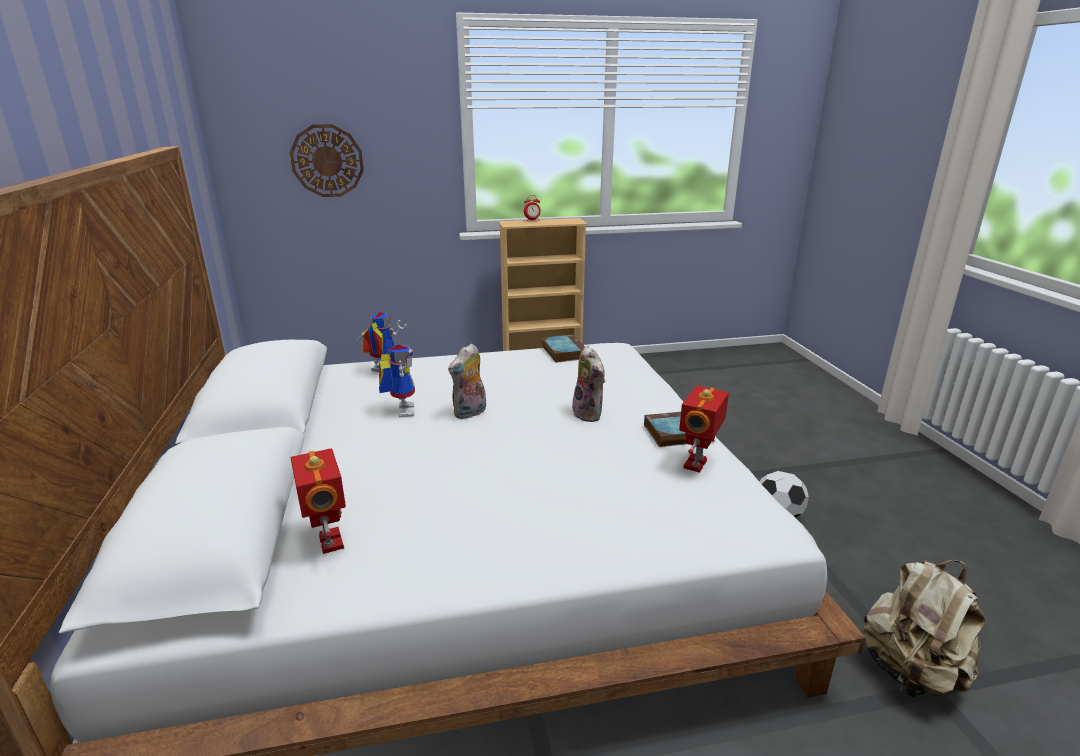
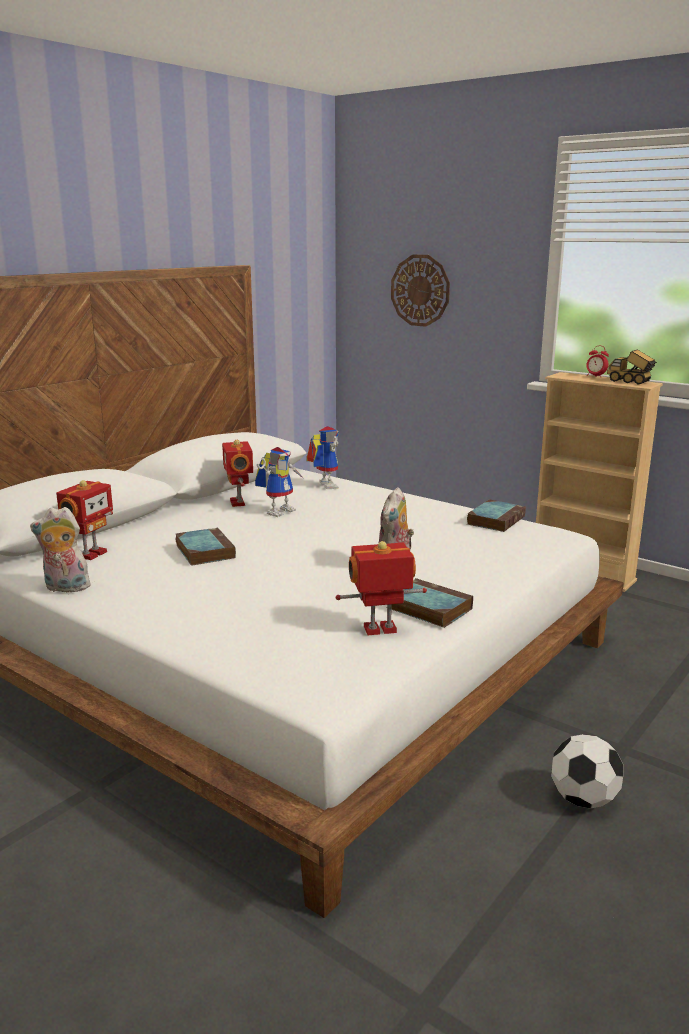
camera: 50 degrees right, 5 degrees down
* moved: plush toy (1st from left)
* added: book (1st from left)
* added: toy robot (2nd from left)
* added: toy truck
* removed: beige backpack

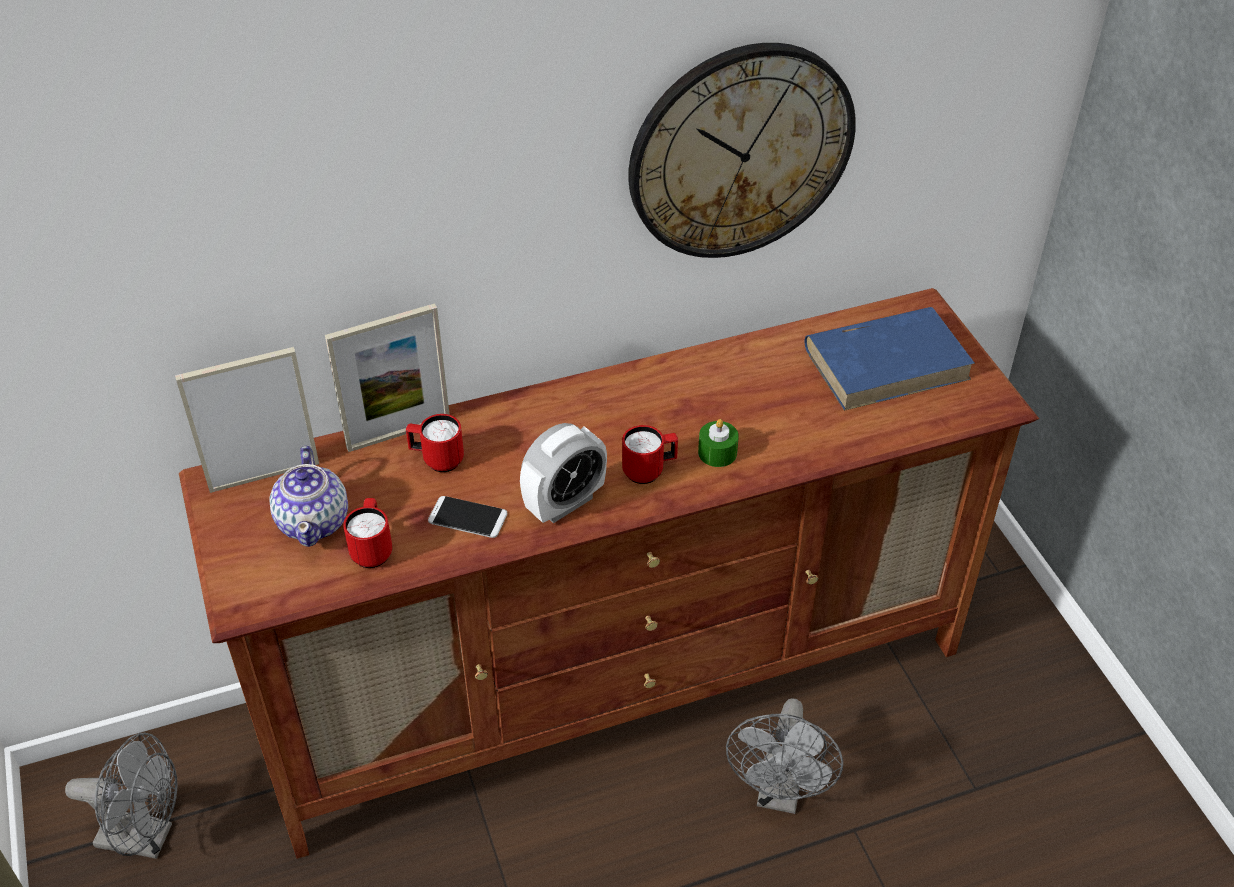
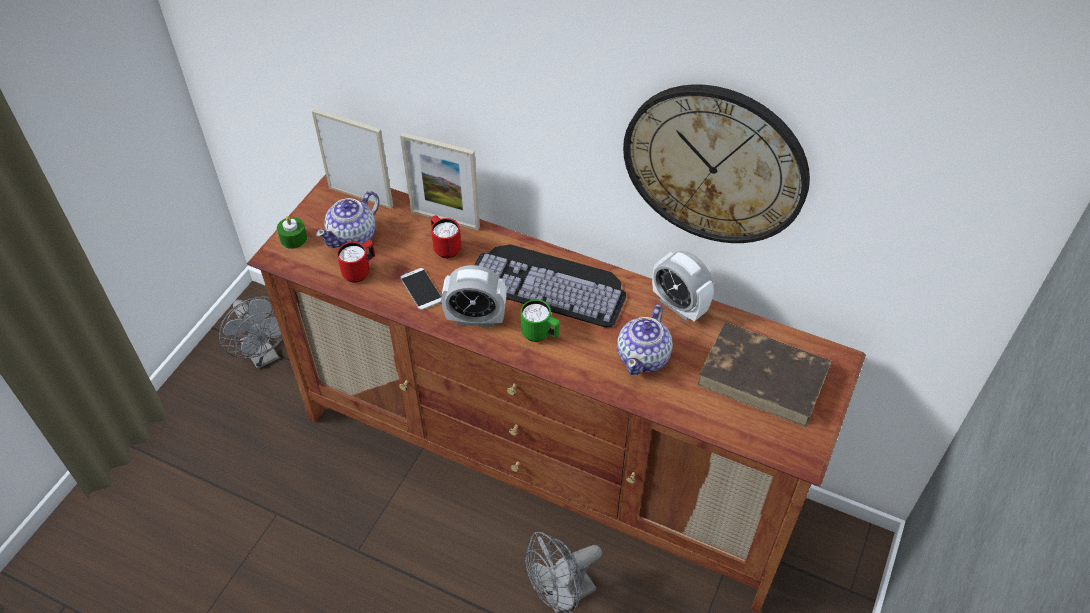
camera: 45 degrees right, 5 degrees up
* moved: green candle
* added: keyboard
* recoloured: red mug (3rd from left) to green mug
* added: teapot (2nd from left)
* added: alarm clock (2nd from left)
* recoloured: blue book to brown book

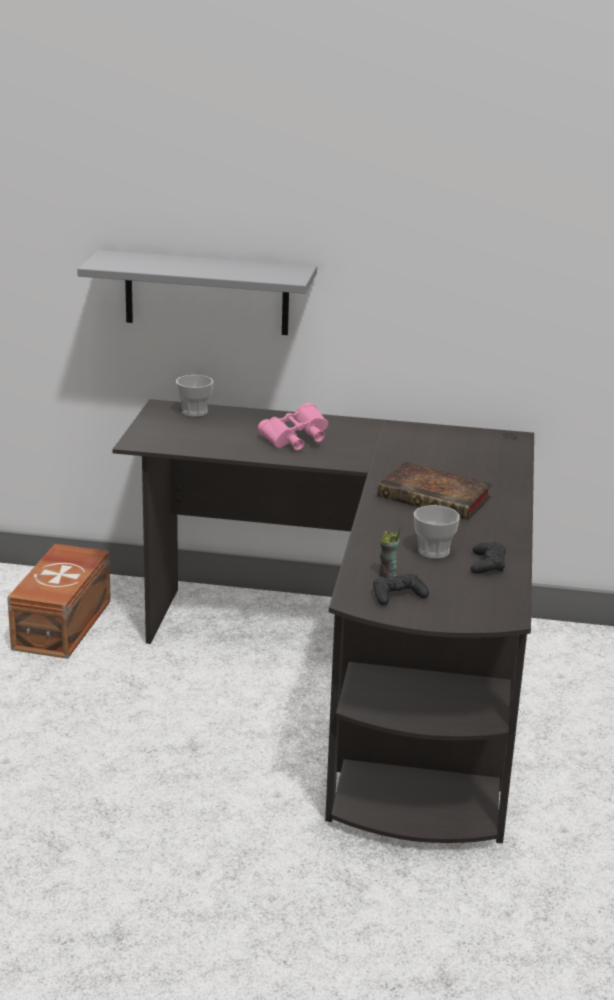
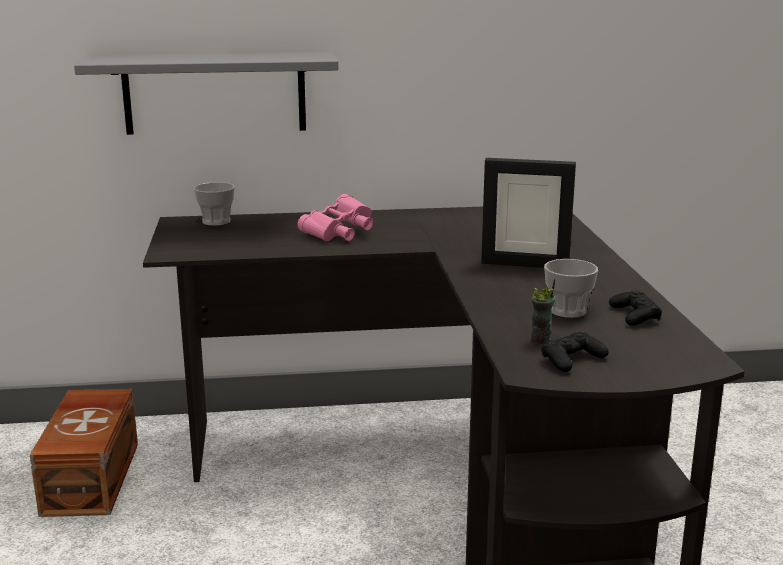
camera: 15 degrees left, 5 degrees down
* replaced: book to picture frame

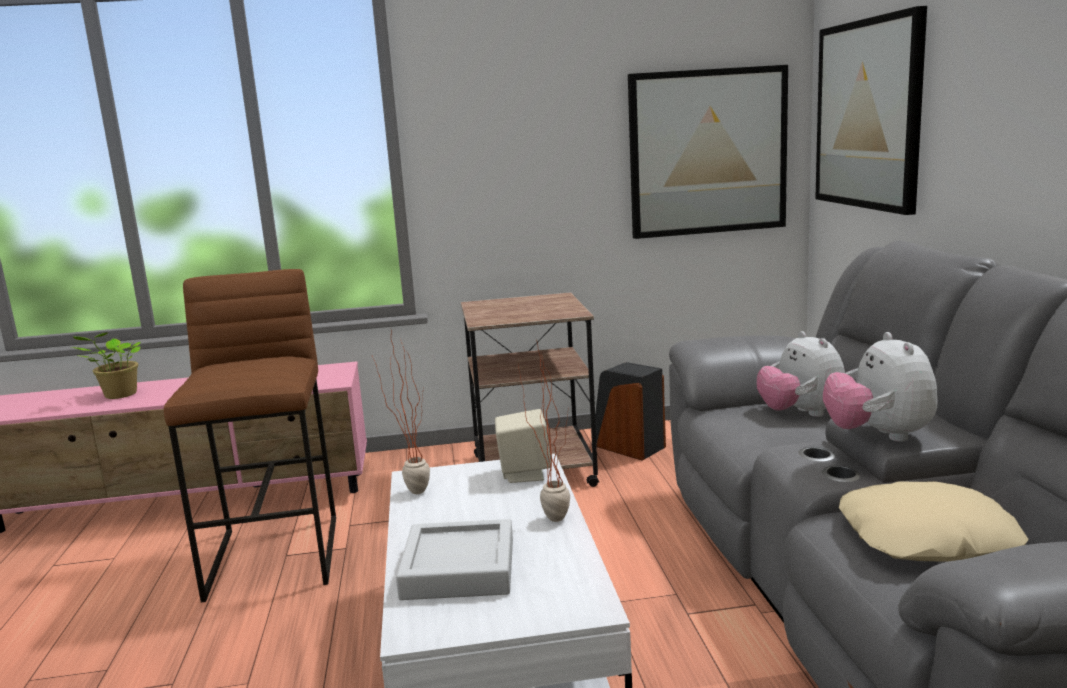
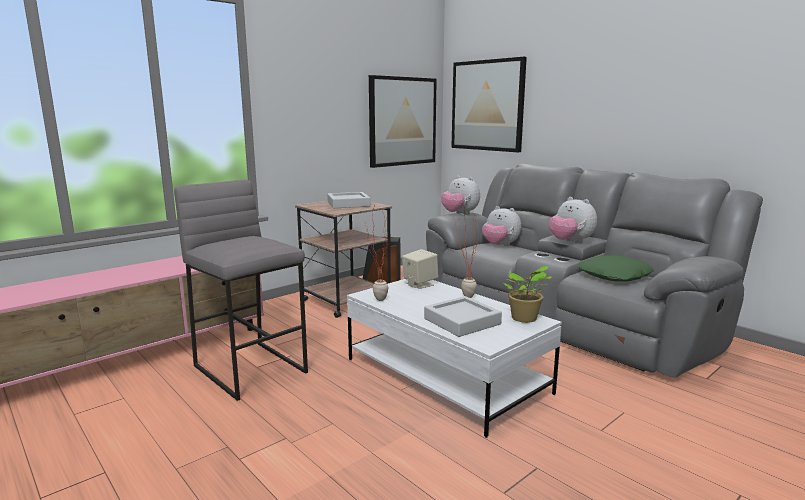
camera: 35 degrees left, 0 degrees up
* recoloured: brown stool to grey stool
* added: grey tray (1st from left)
* added: plush toy (1st from left)
* moved: potted plant (1st from left in the first image) to potted plant (3rd from left)
* recoloured: beige pillow to green pillow

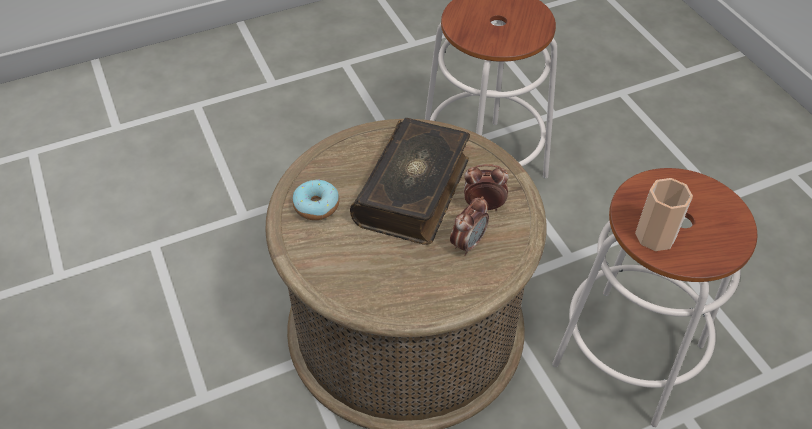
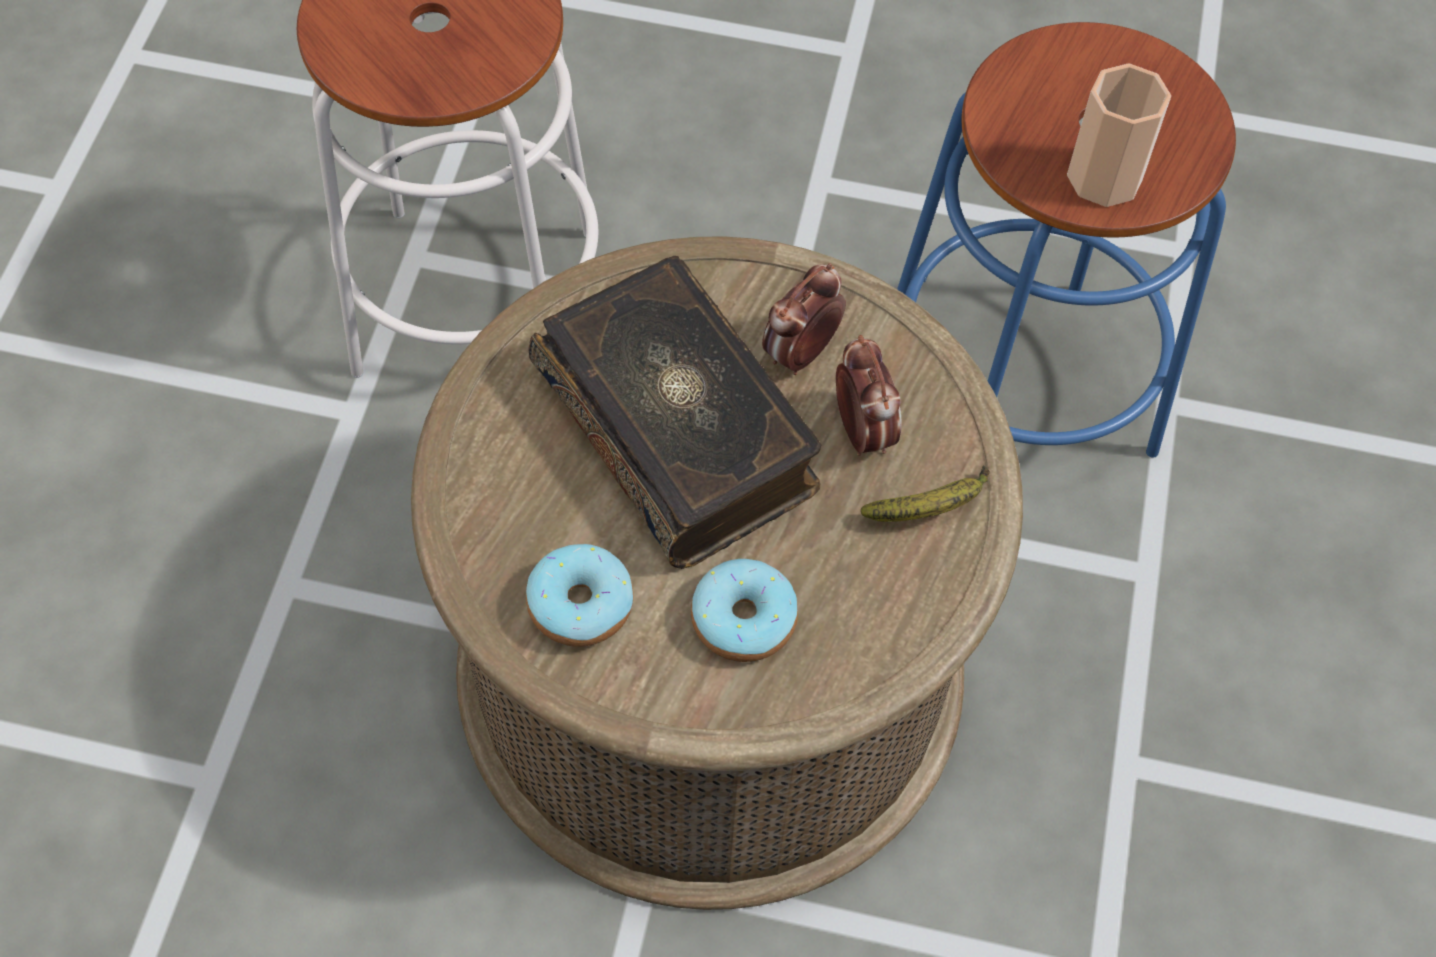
camera: 55 degrees left, 10 degrees up
* added: donut (2nd from left)
* added: banana
* recoloured: white stool (2nd from left) to blue stool

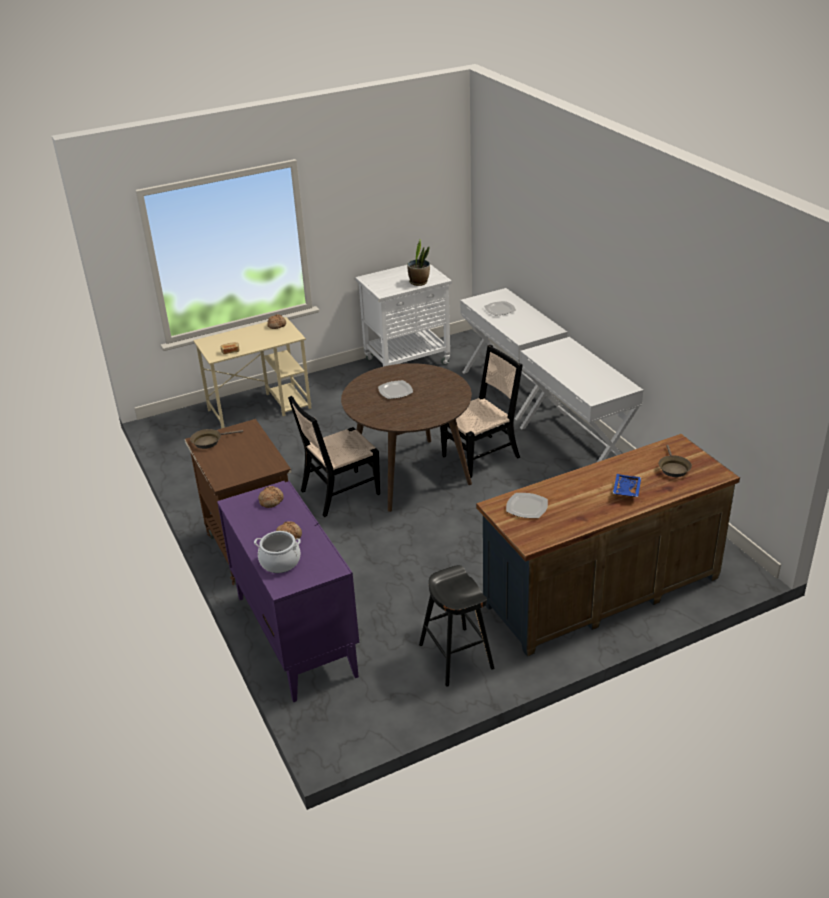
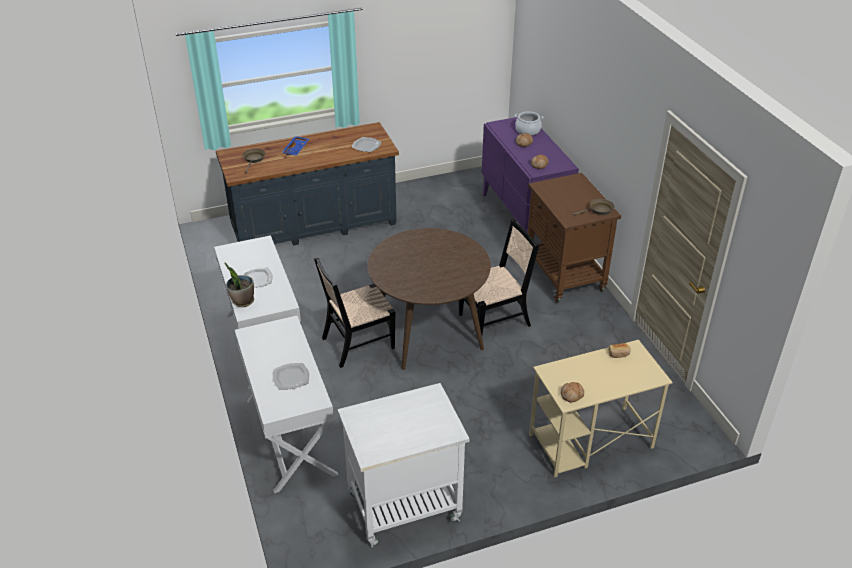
camera: 175 degrees left, 5 degrees up
* moved: potted plant
* moved: plate (1st from left)
* removed: black stool

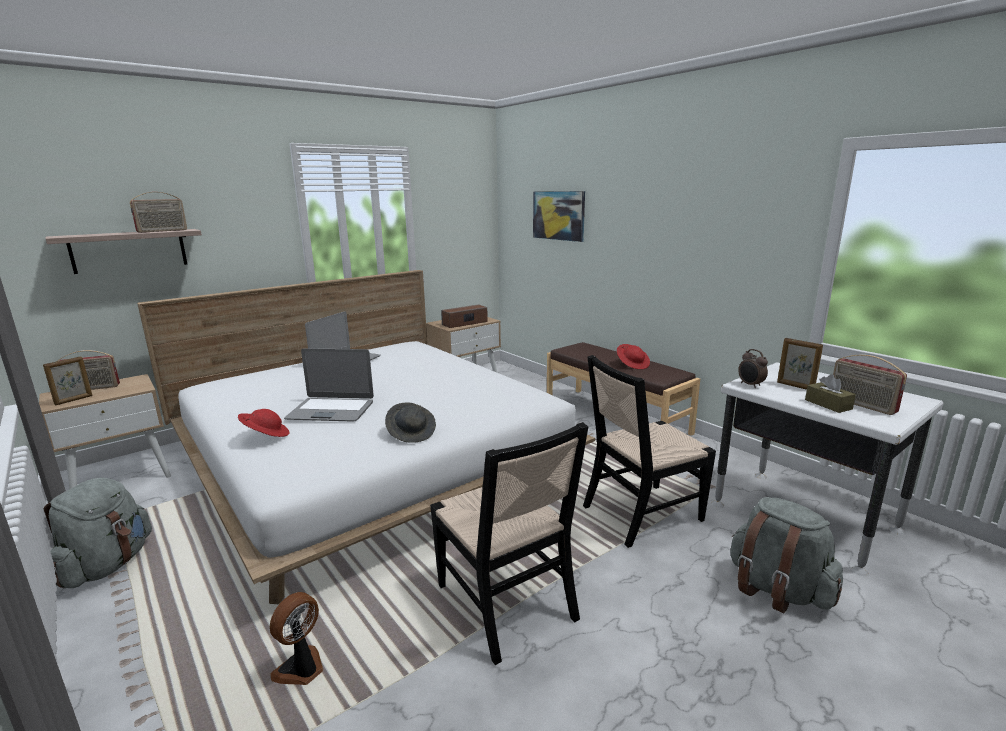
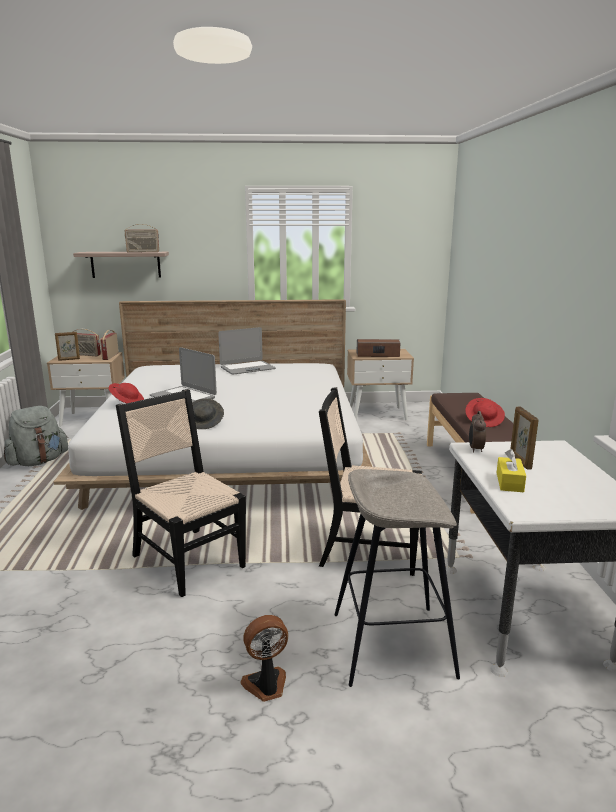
camera: 35 degrees right, 0 degrees up
* moved: radio (3rd from left in the first image) to radio (2nd from left)
* turned: chair (1st from left) 135 degrees clockwise
* moved: fan
* replaced: grey backpack (2nd from left) to grey stool
* recoloured: brown tissue box to yellow tissue box
* removed: picture

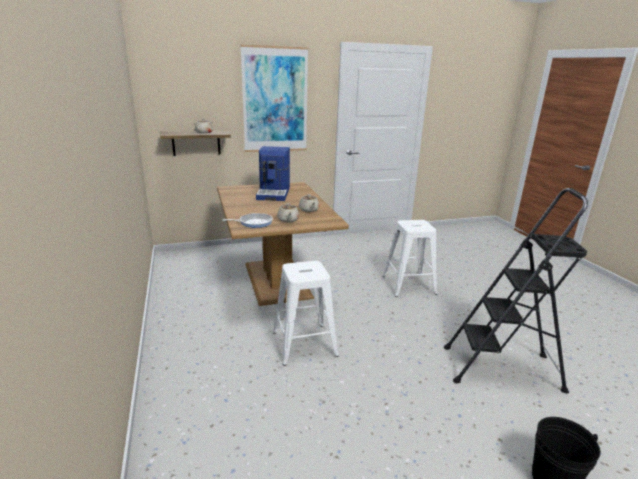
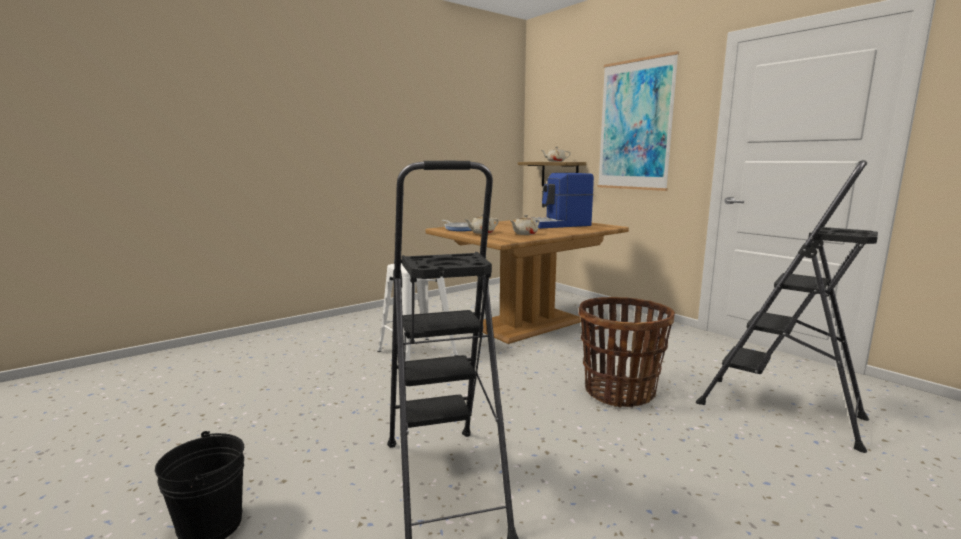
camera: 70 degrees right, 10 degrees down
* replaced: white stool (2nd from left) to basket
* added: step ladder (2nd from left)

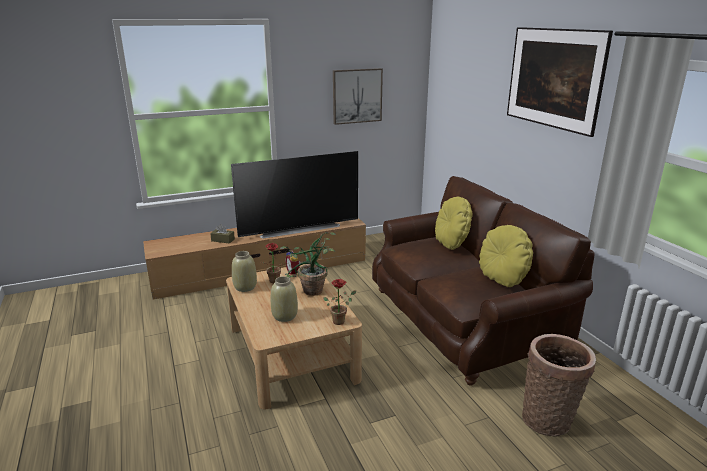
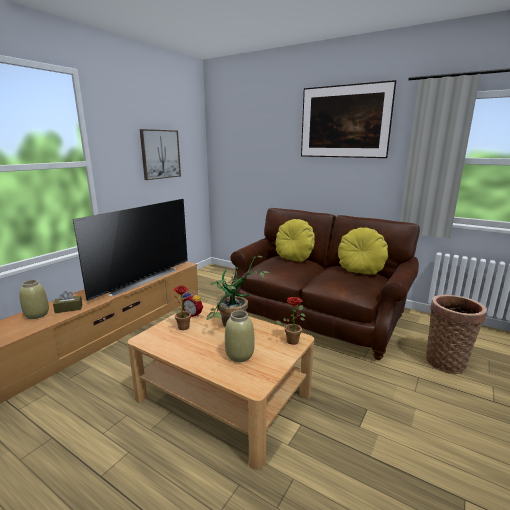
camera: 35 degrees left, 5 degrees down
* moved: beige vase (1st from left)

